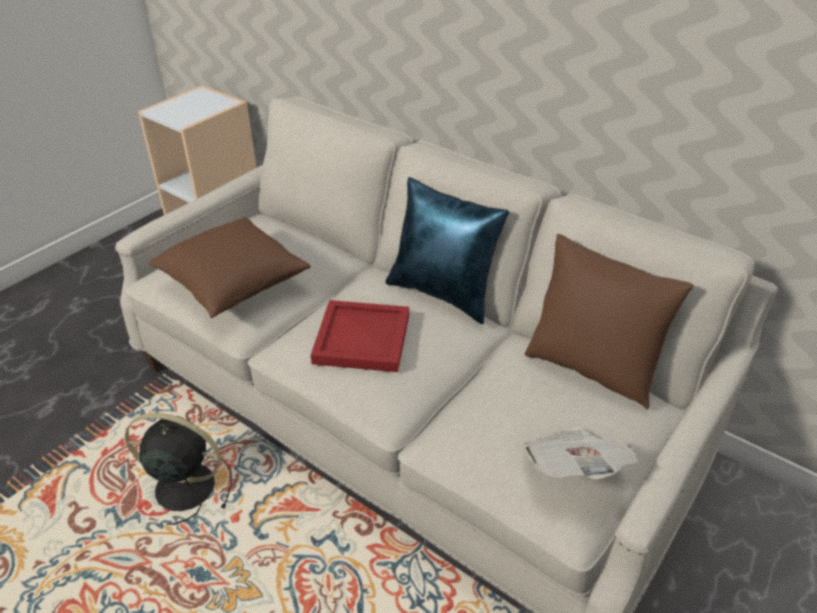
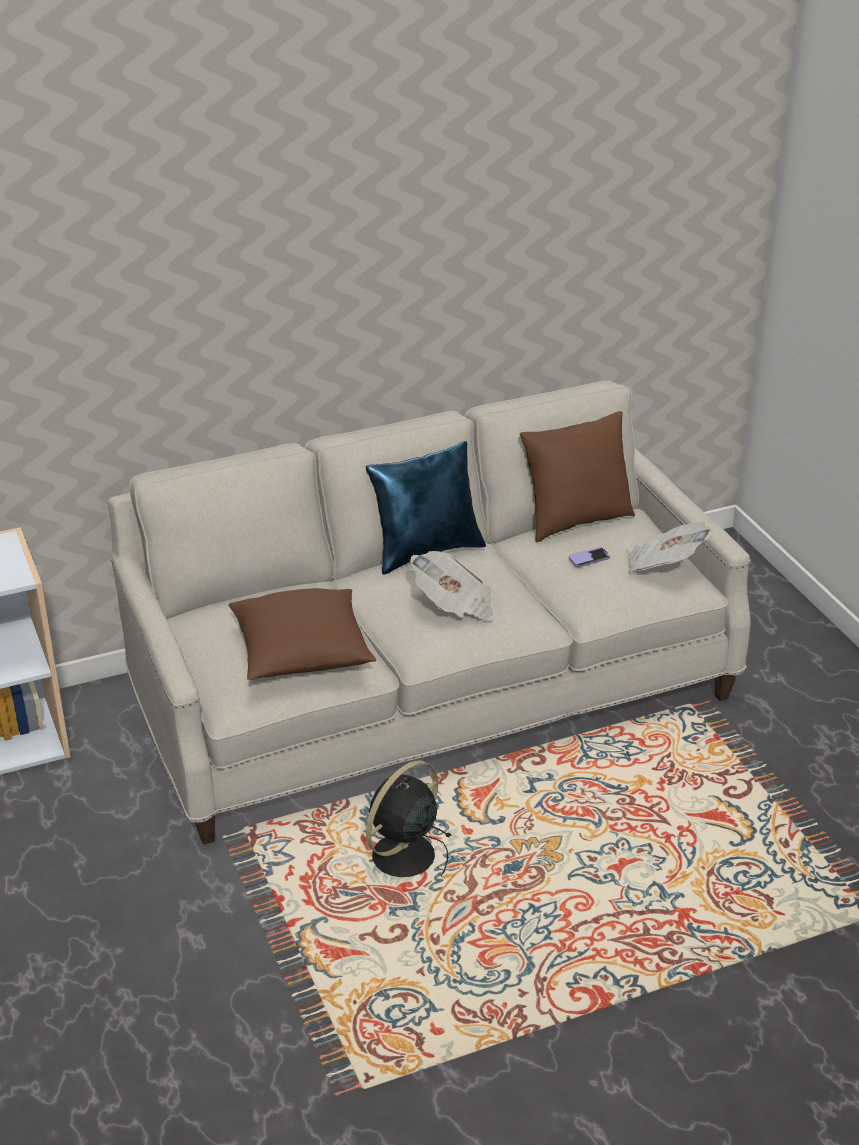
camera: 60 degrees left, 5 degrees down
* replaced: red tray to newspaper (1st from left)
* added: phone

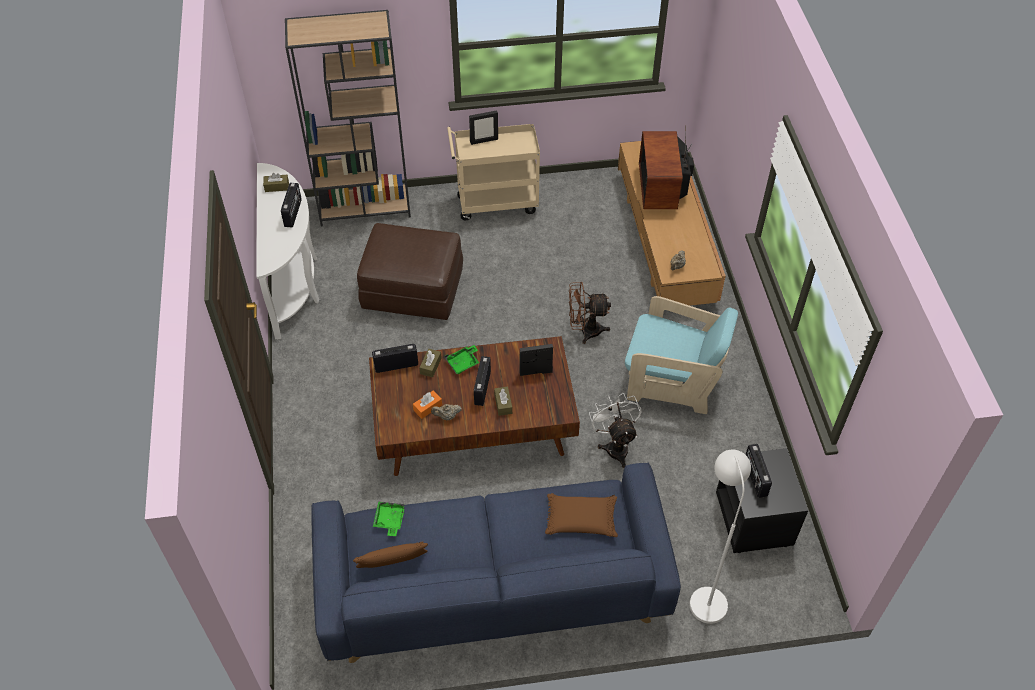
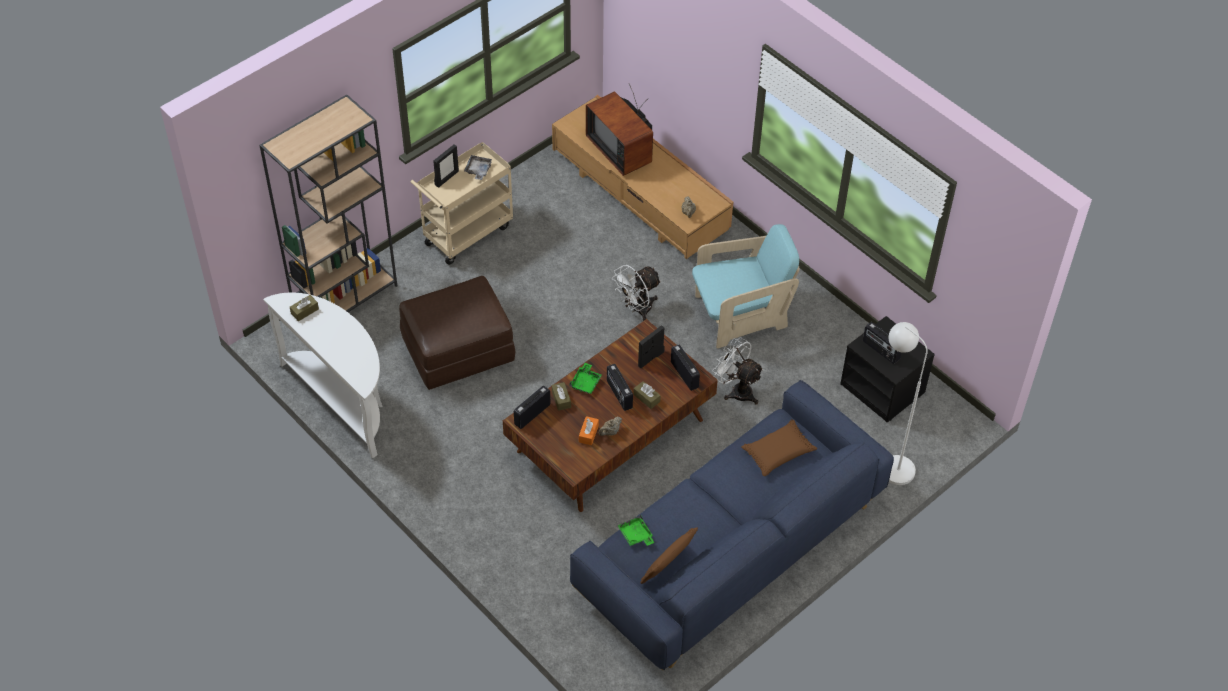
camera: 35 degrees left, 0 degrees up
* added: grey tray
* recoloured: brown fan to white fan (1st from left)
* moved: radio (1st from left in the first image) to radio (3rd from left)

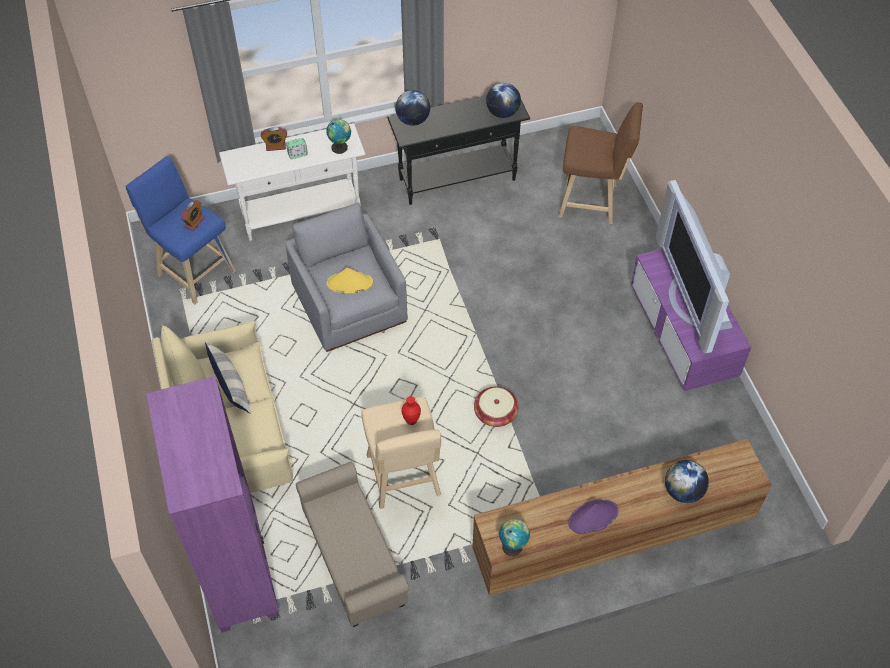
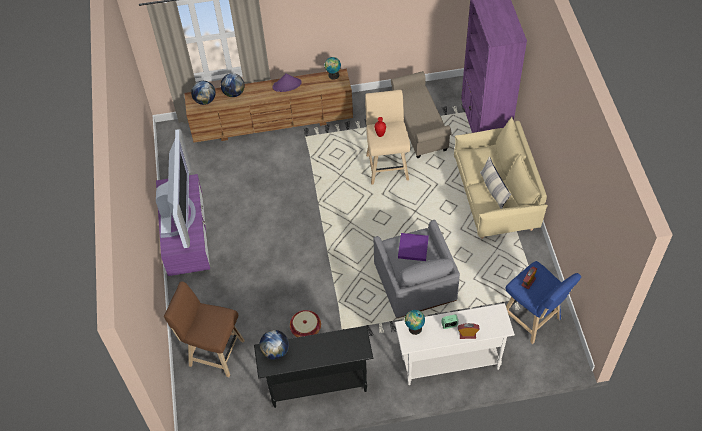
camera: 170 degrees left, 0 degrees up
* moved: globe (2nd from left in the first image) to globe (1st from left)
* moved: basket
* replaced: yellow hat to purple tray

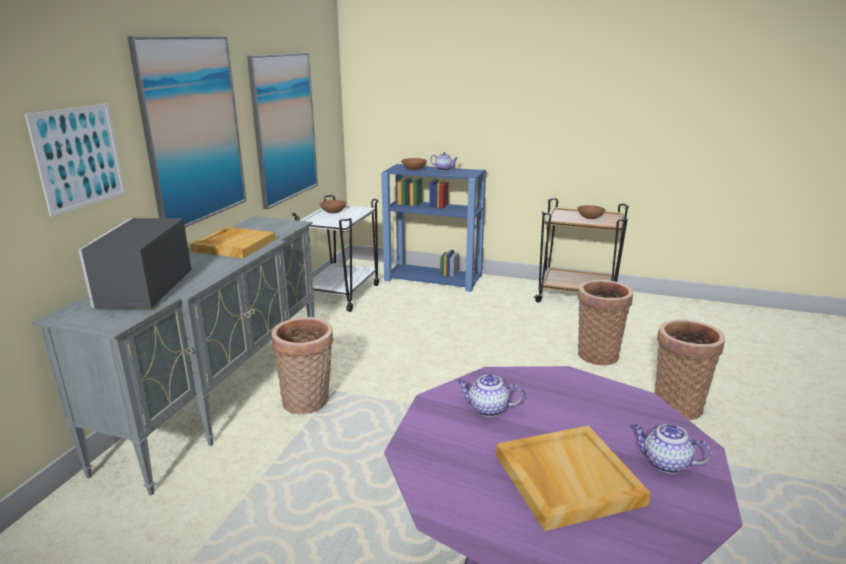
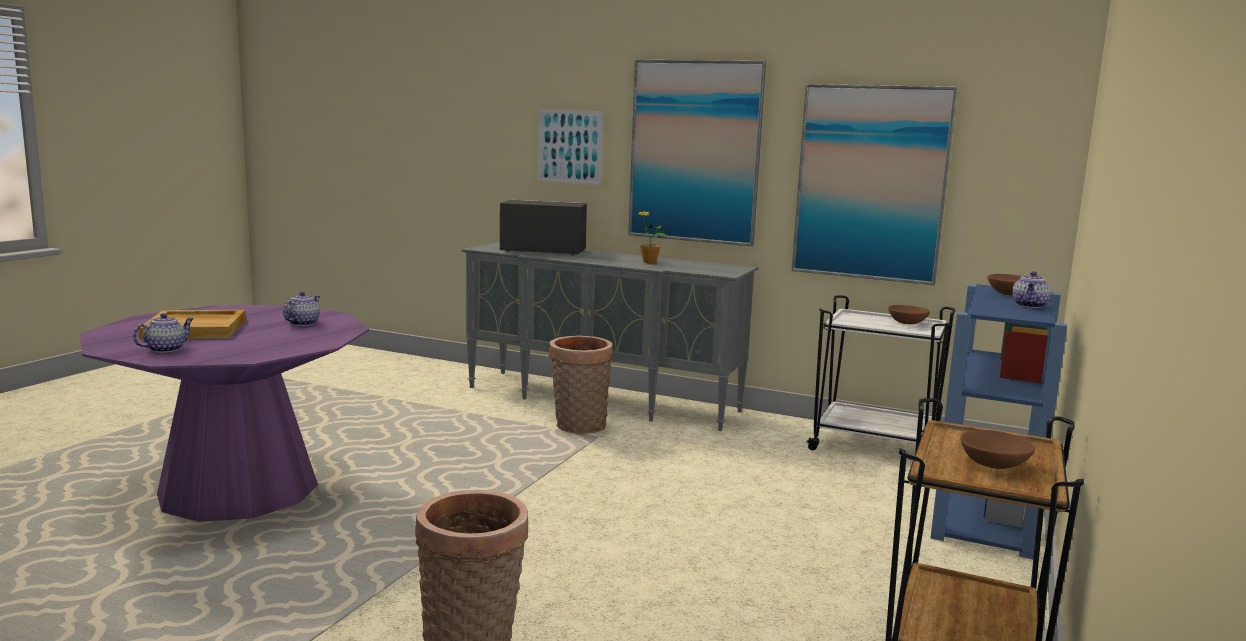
camera: 95 degrees right, 10 degrees down
* replaced: beige tray (1st from left) to potted plant
* removed: basket (2nd from left)

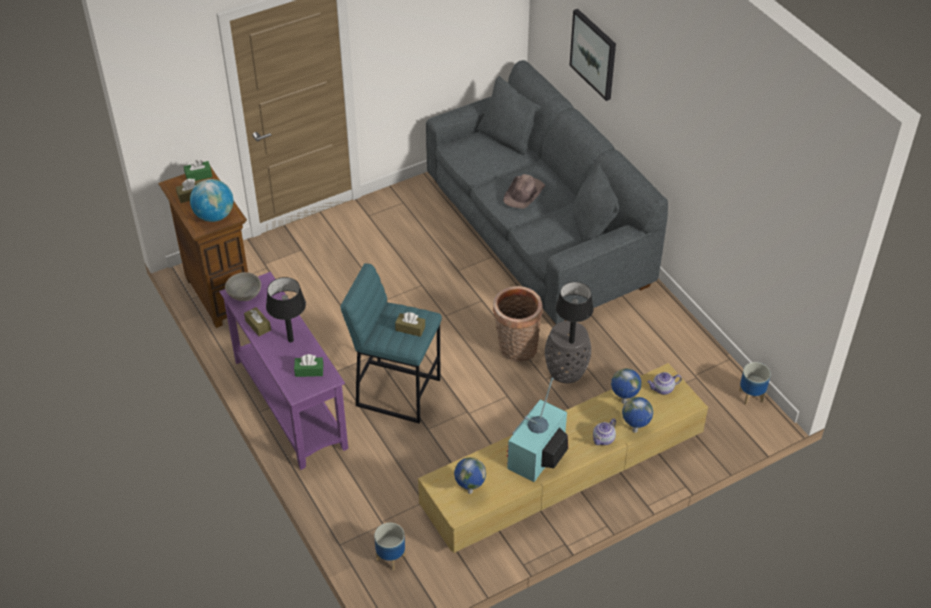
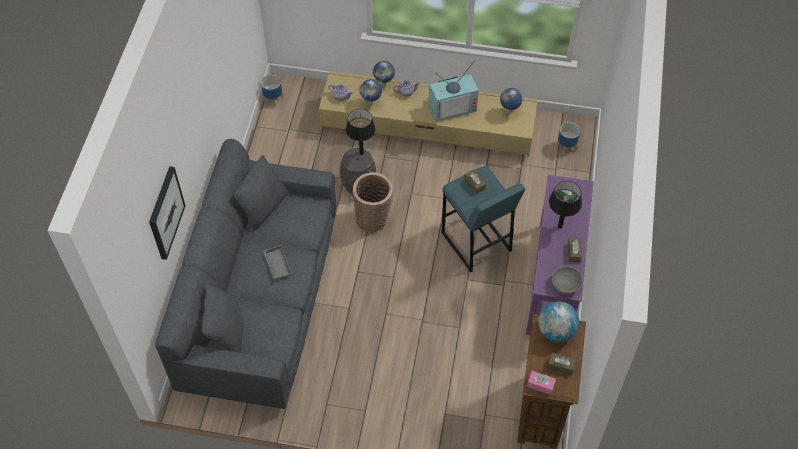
camera: 140 degrees left, 10 degrees up
* replaced: brown hat to grey tray
* recoloured: green tissue box (1st from left) to pink tissue box

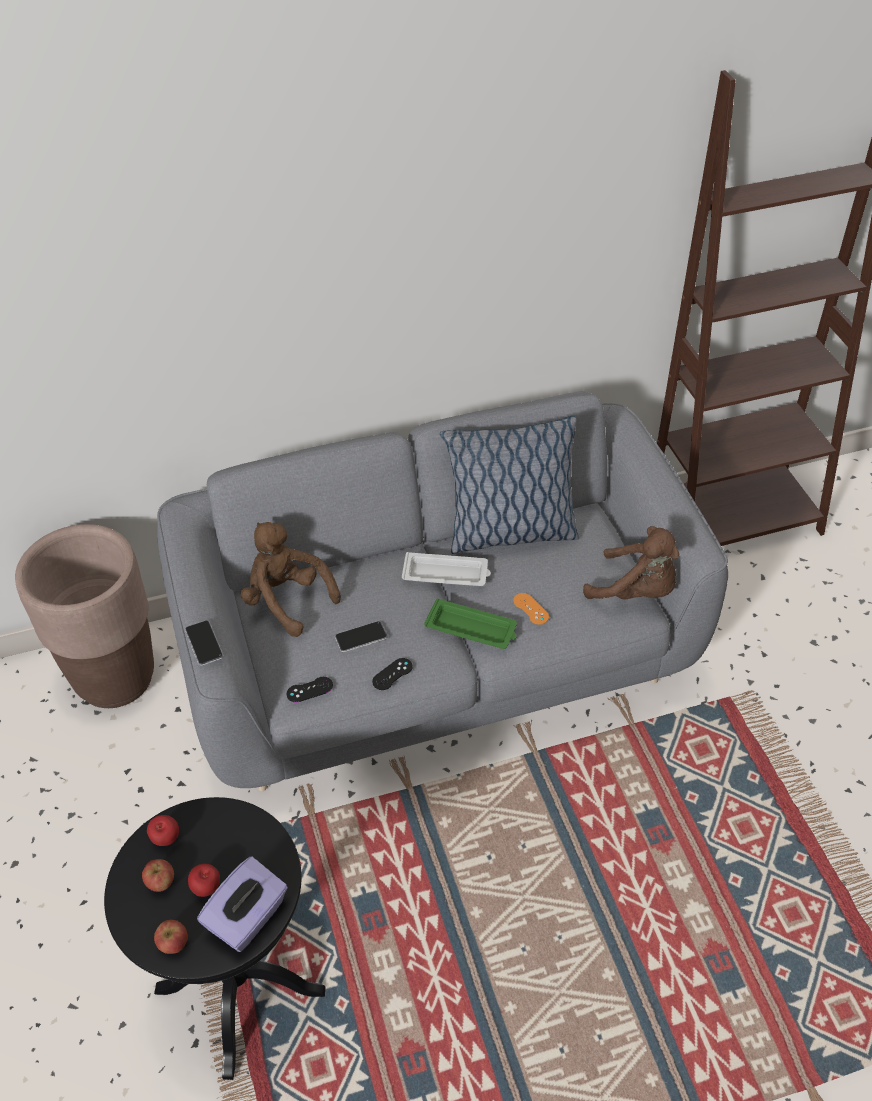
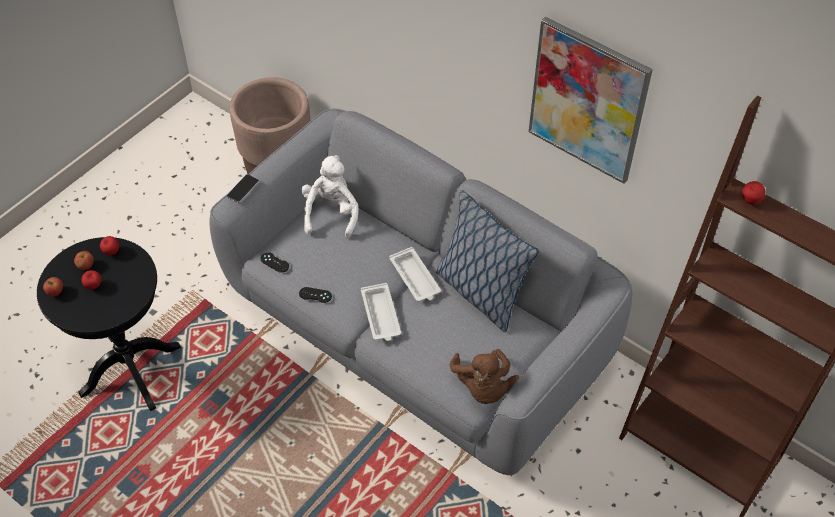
camera: 55 degrees right, 5 degrees up
* recoloured: brown plush toy (1st from left) to white plush toy
* recoloured: green tray to white tray (1st from left)
* added: picture
* added: apple (5th from left)
* removed: purple tissue box
* removed: phone (2nd from left)
* removed: orange game controller

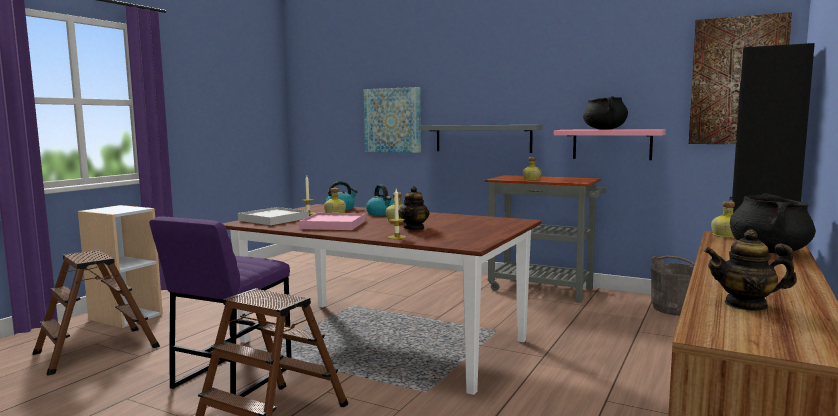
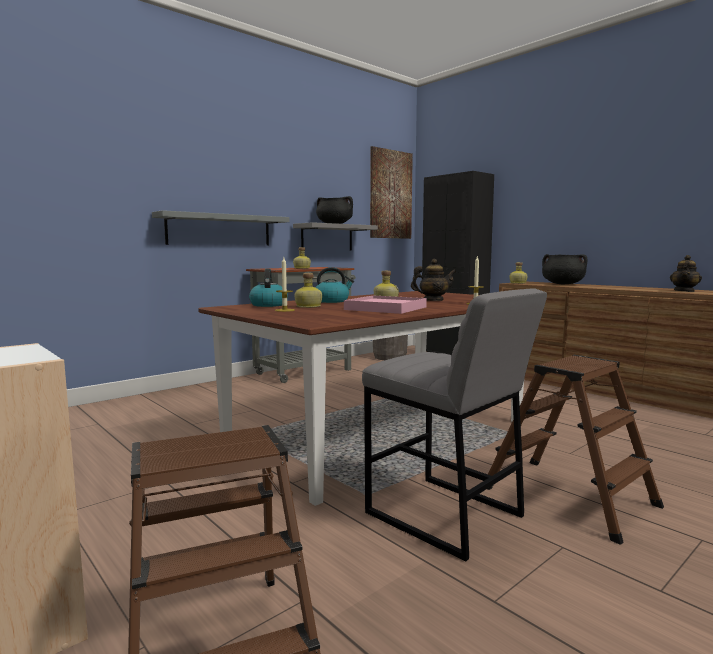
camera: 70 degrees left, 0 degrees up
* recoloured: pink shelf to grey shelf (2nd from left)
* recoloured: purple chair to grey chair
* turned: teapot (1st from left) 45 degrees counterclockwise
* removed: white tray
* removed: picture (1st from left)

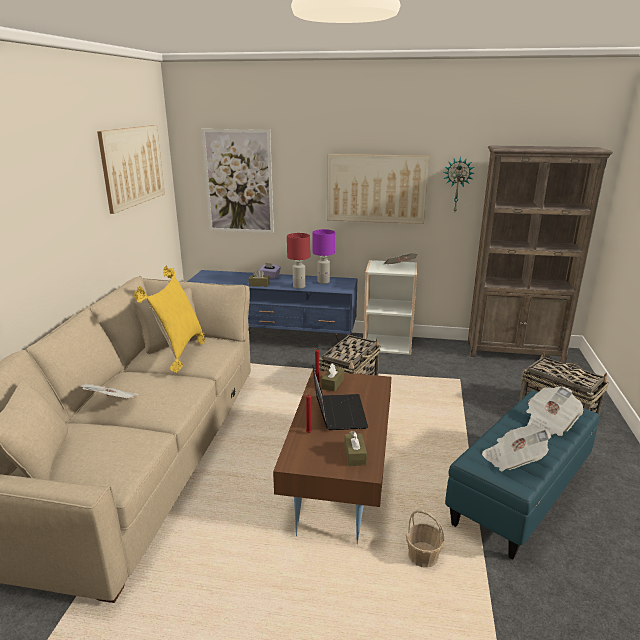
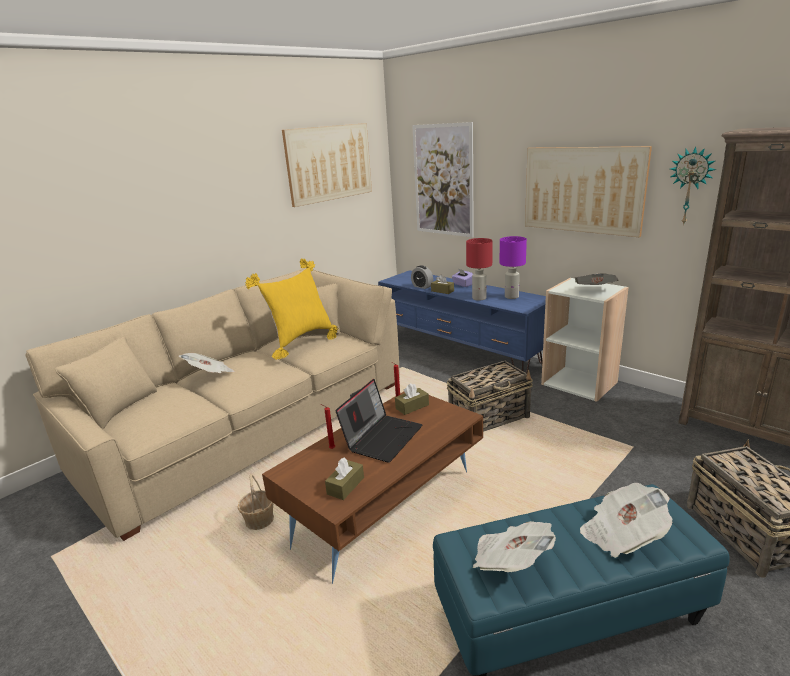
camera: 35 degrees right, 0 degrees up
* moved: basket (2nd from left in the first image) to basket (1st from left)
* added: alarm clock

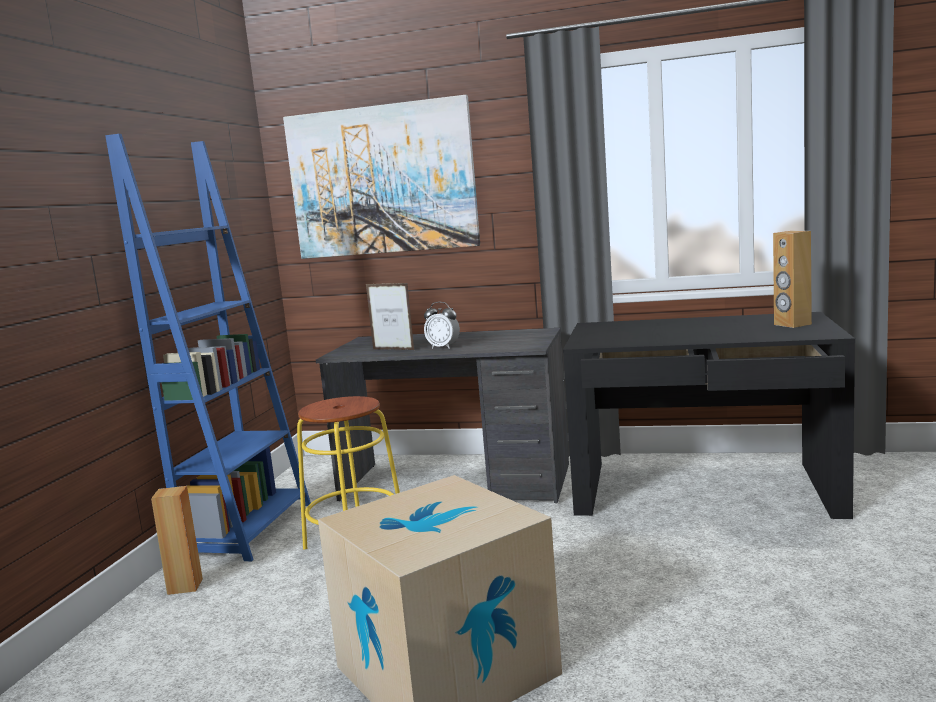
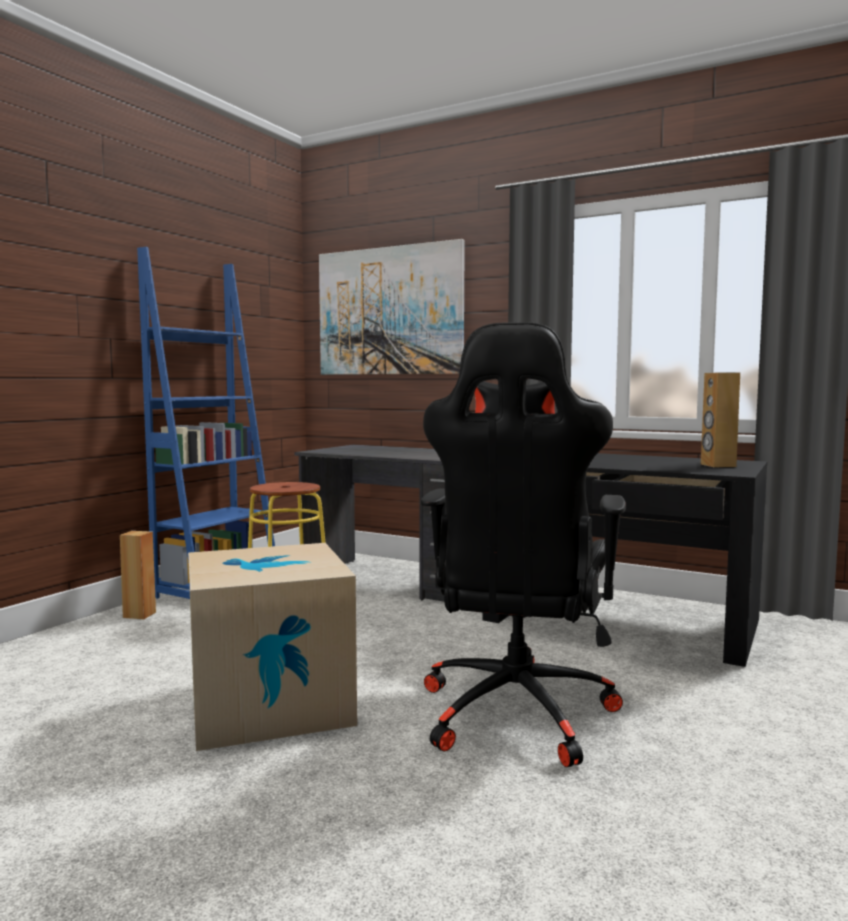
camera: 15 degrees right, 5 degrees down
* added: black office chair
* removed: picture frame
* removed: alarm clock

